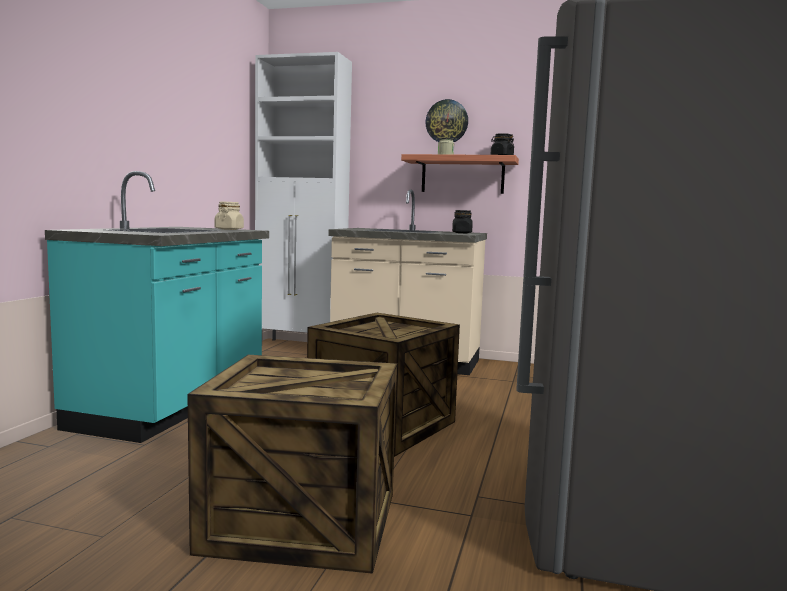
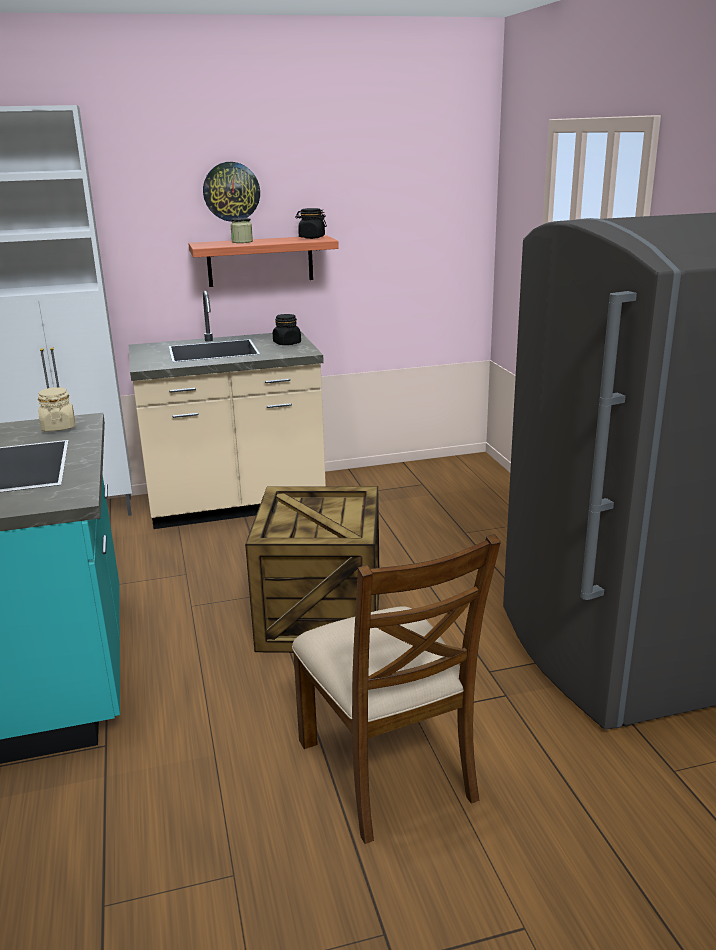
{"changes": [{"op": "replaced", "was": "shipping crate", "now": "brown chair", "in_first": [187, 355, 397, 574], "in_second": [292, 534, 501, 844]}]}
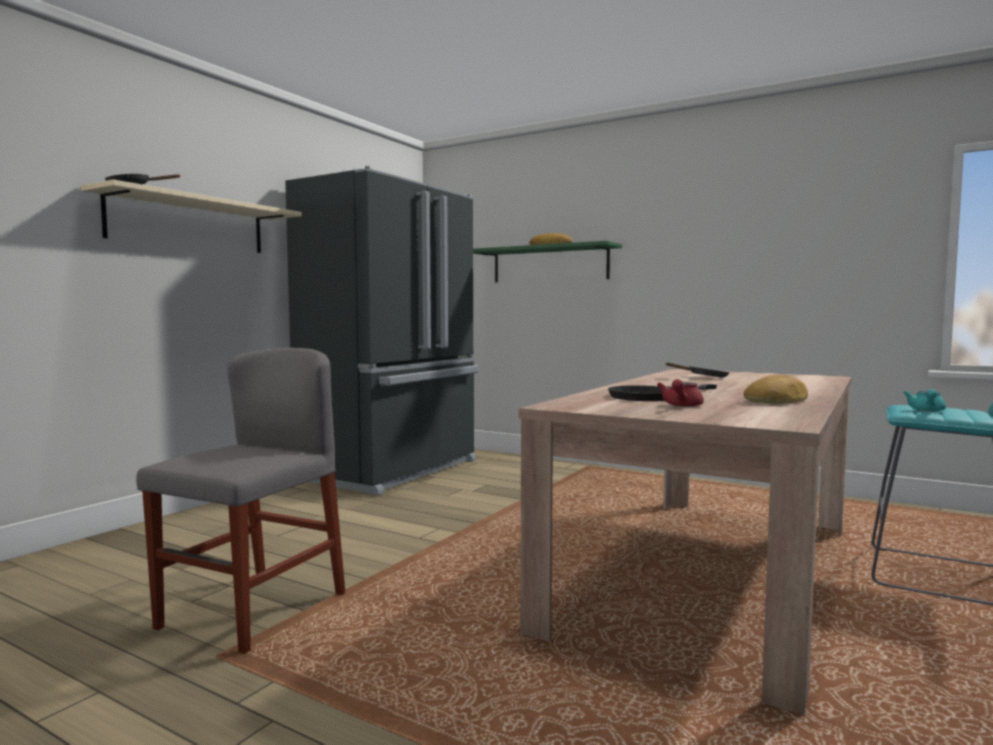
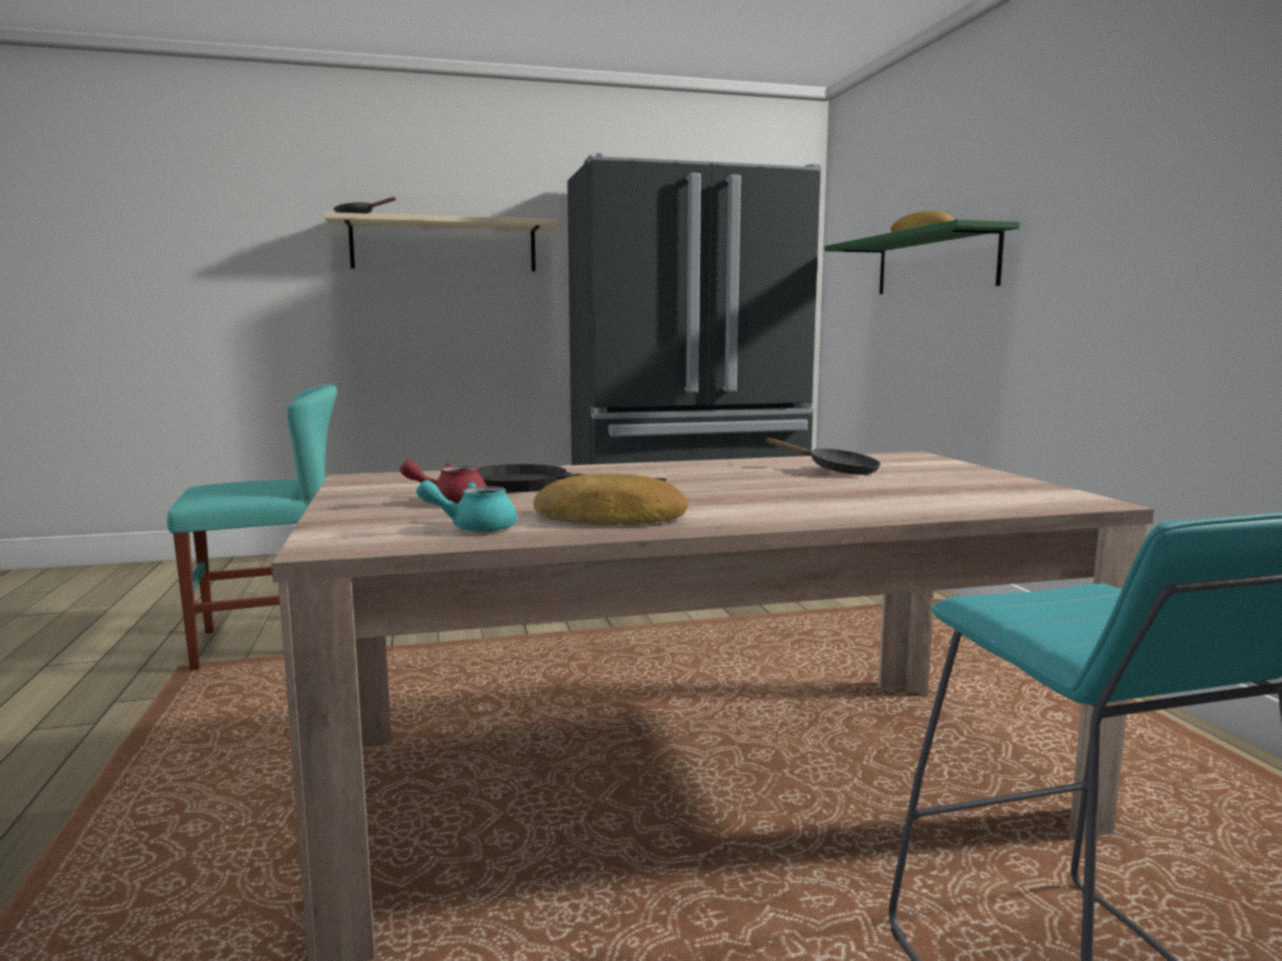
{"changes": [{"op": "recoloured", "was": "gray chair", "now": "blue-green chair", "in_first": [136, 348, 345, 654], "in_second": [167, 385, 337, 671]}, {"op": "moved", "was": "blue-green tea pot", "in_first": [904, 389, 946, 411], "in_second": [416, 480, 517, 532]}]}
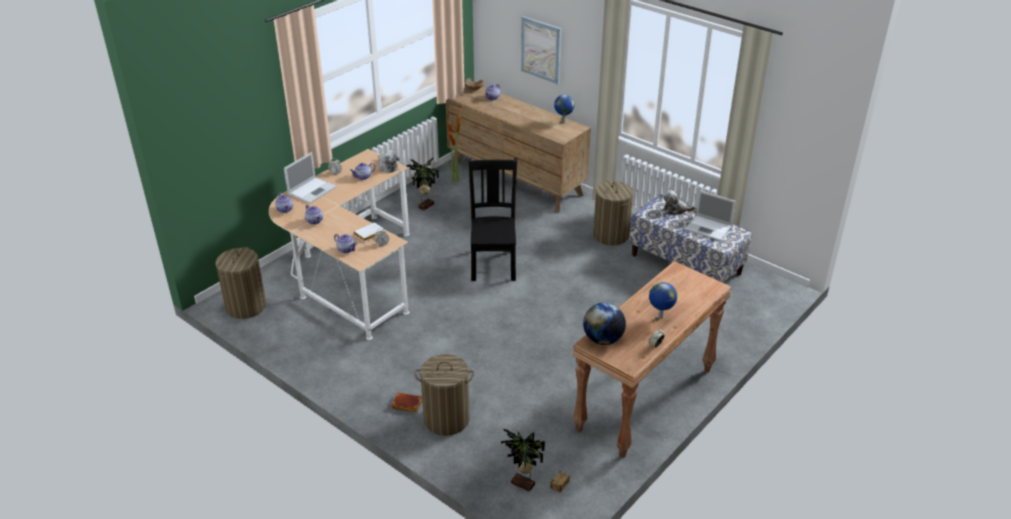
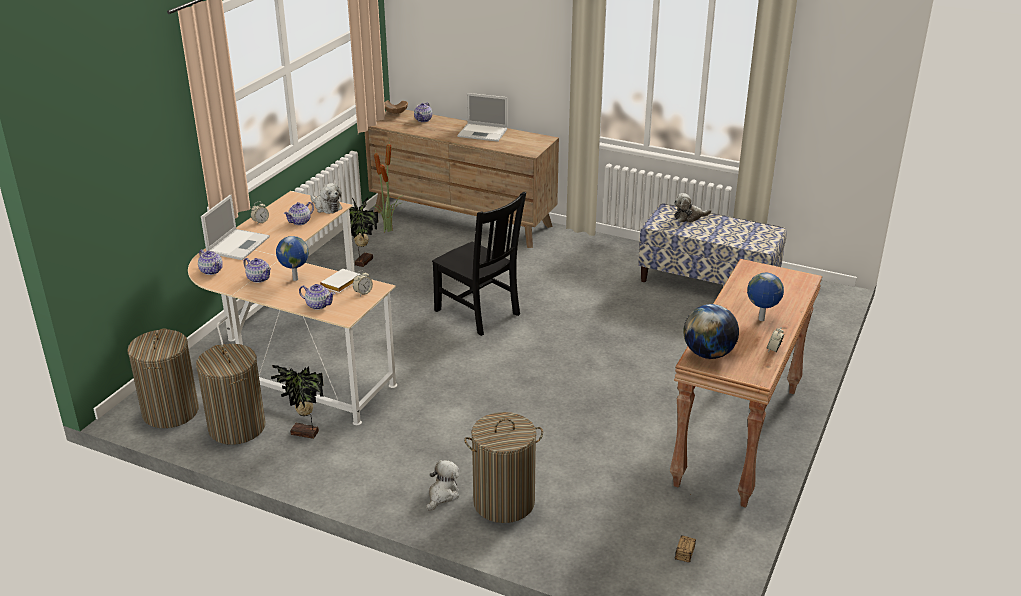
{"changes": [{"op": "removed", "was": "wall art", "in_first": [521, 16, 561, 84]}, {"op": "moved", "was": "desk globe", "in_first": [554, 95, 575, 124], "in_second": [276, 236, 309, 281]}, {"op": "turned", "was": "black chair", "in_first": [468, 158, 518, 281], "in_second": [432, 192, 526, 336], "clockwise": 150}, {"op": "moved", "was": "washing basket", "in_first": [593, 181, 634, 245], "in_second": [196, 344, 265, 445]}, {"op": "moved", "was": "portable computer", "in_first": [685, 191, 736, 241], "in_second": [457, 93, 508, 142]}, {"op": "replaced", "was": "brown book", "now": "plush toy", "in_first": [391, 393, 422, 412], "in_second": [426, 460, 459, 511]}, {"op": "moved", "was": "potted plant", "in_first": [501, 428, 545, 492], "in_second": [271, 365, 324, 439]}]}
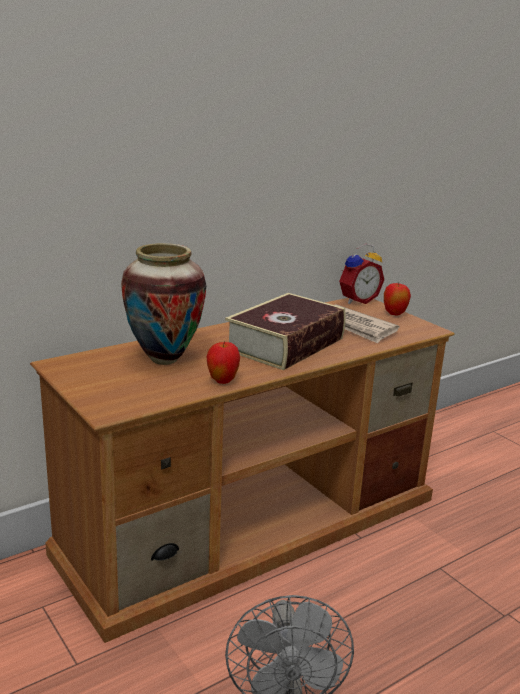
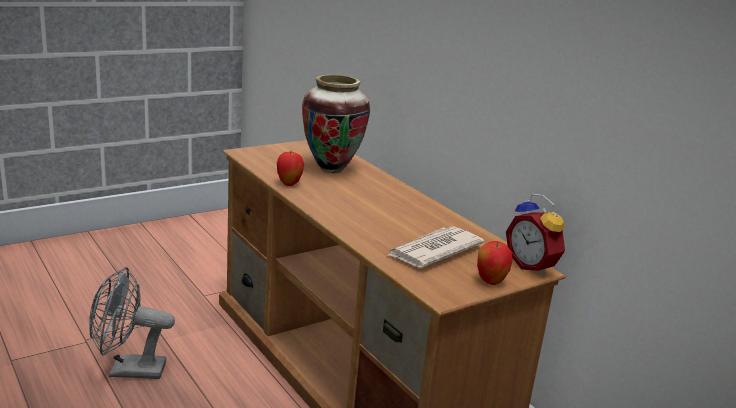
{"changes": [{"op": "removed", "was": "book", "in_first": [225, 293, 346, 370]}]}
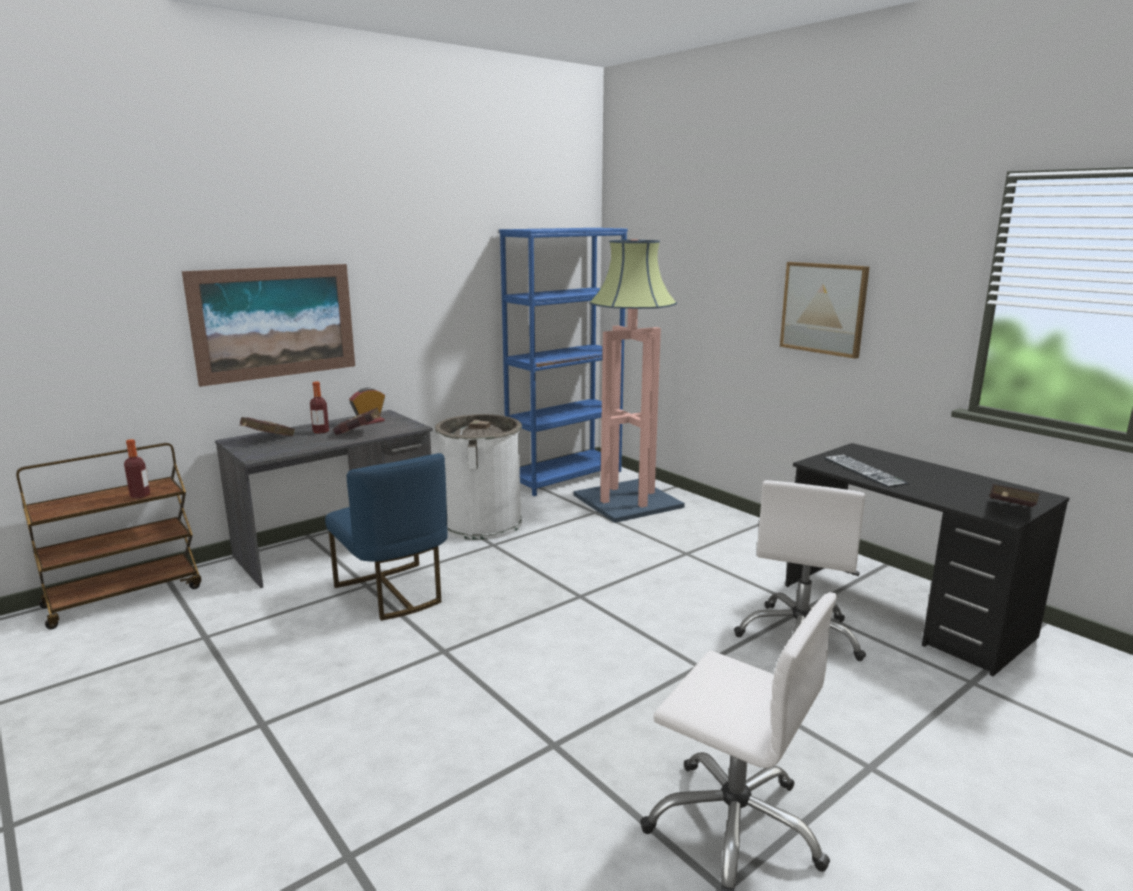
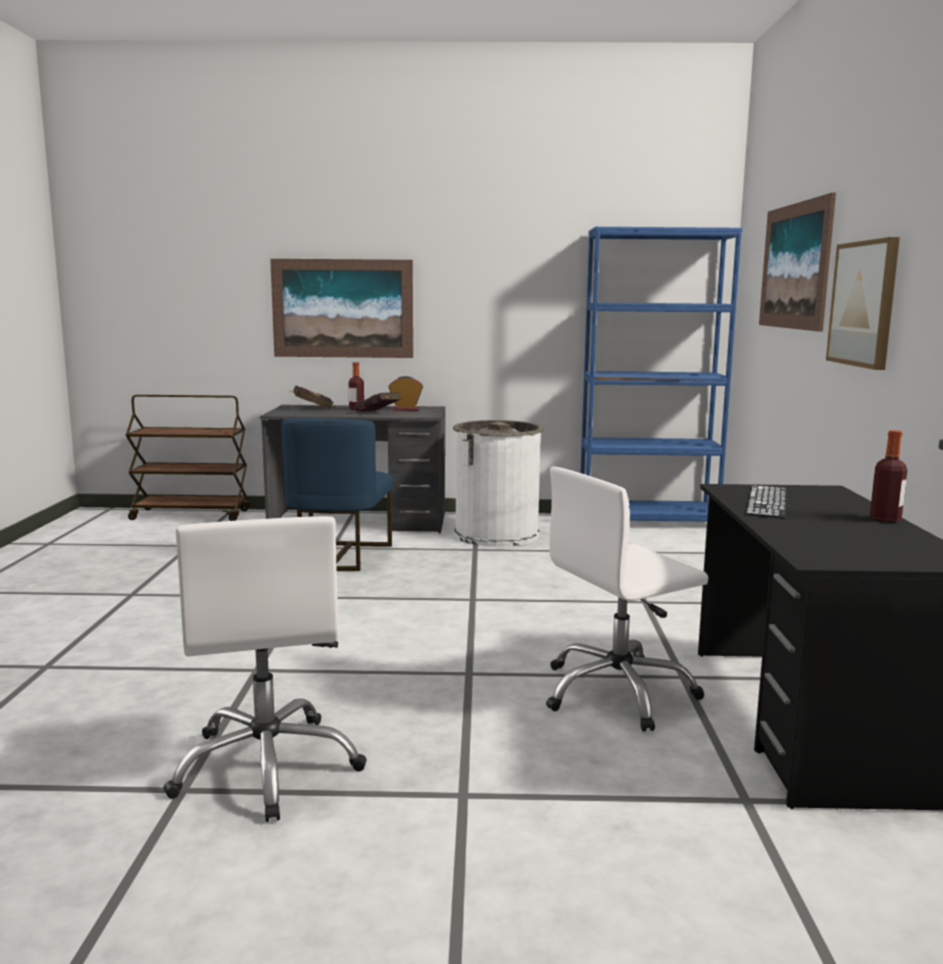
{"changes": [{"op": "removed", "was": "floor lamp", "in_first": [573, 239, 685, 523]}, {"op": "moved", "was": "beverage bottle", "in_first": [124, 439, 150, 498], "in_second": [870, 430, 907, 522]}, {"op": "removed", "was": "reddish book", "in_first": [989, 484, 1040, 507]}, {"op": "added", "now": "wall art", "in_second": [759, 193, 836, 332]}]}
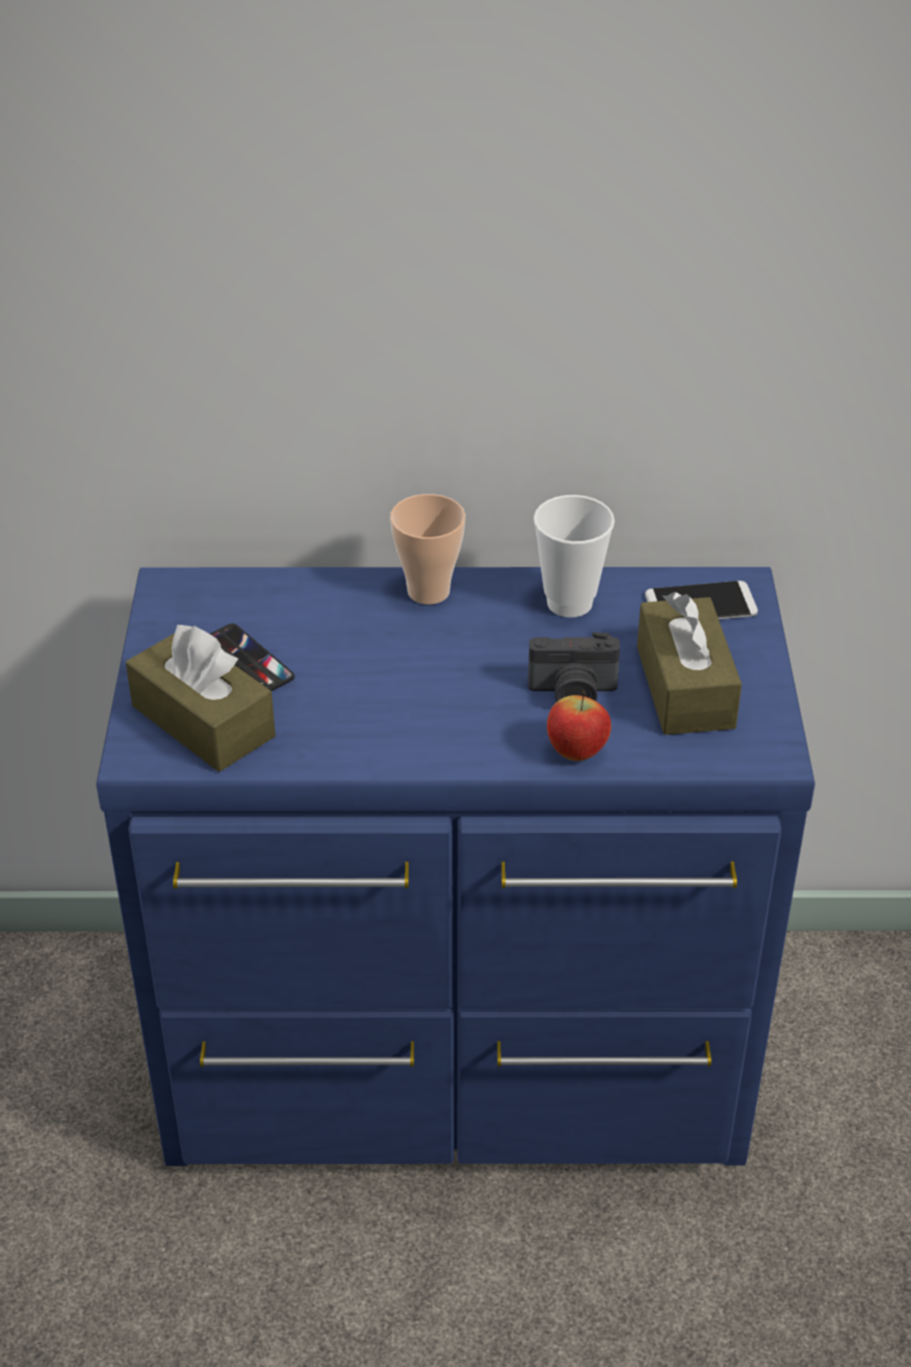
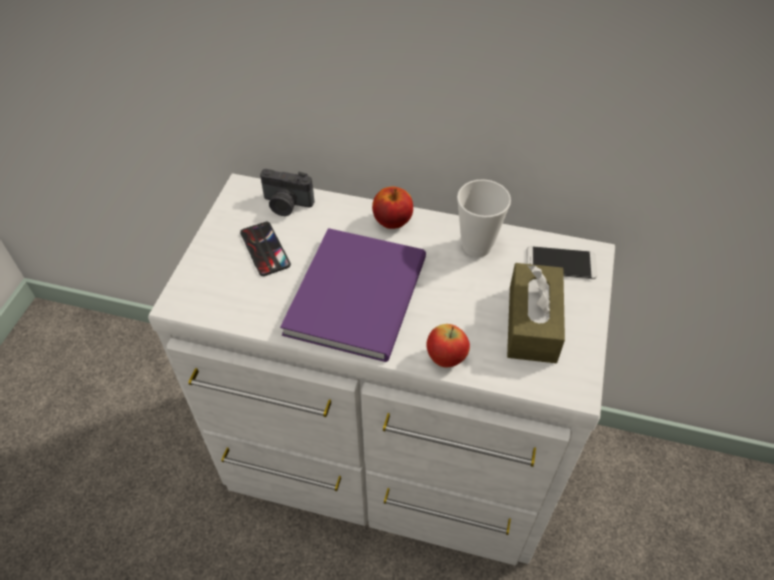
{"changes": [{"op": "replaced", "was": "small cup", "now": "apple fruit", "in_first": [390, 494, 465, 604], "in_second": [372, 187, 413, 229]}, {"op": "recoloured", "was": "blue-coloured drawer chest", "now": "white drawer chest", "in_first": [96, 567, 815, 1166], "in_second": [148, 173, 615, 565]}, {"op": "removed", "was": "brown tissue holder", "in_first": [126, 624, 275, 772]}, {"op": "moved", "was": "still camera", "in_first": [528, 632, 620, 702], "in_second": [260, 169, 314, 216]}, {"op": "added", "now": "purplish book", "in_second": [280, 228, 426, 362]}]}
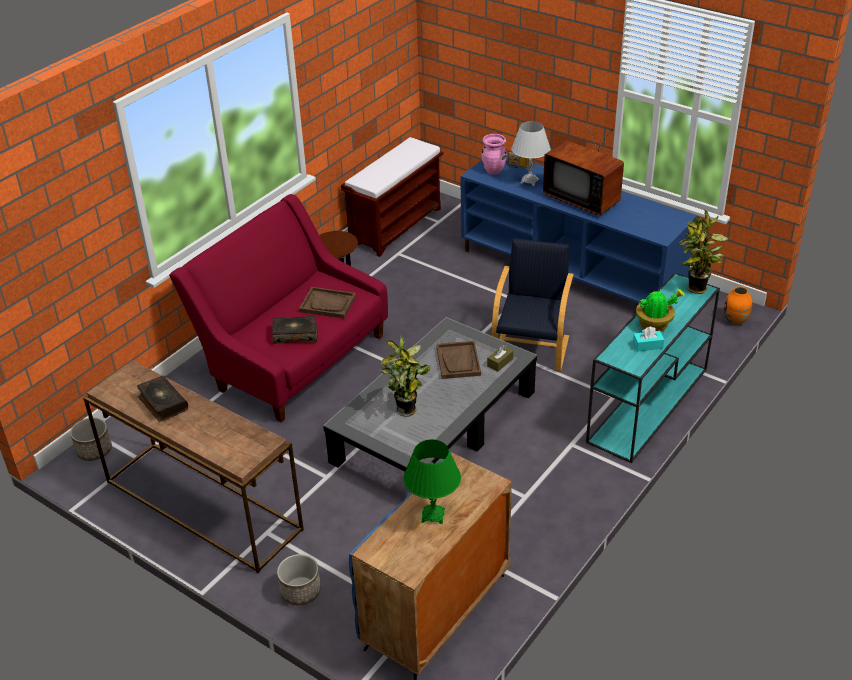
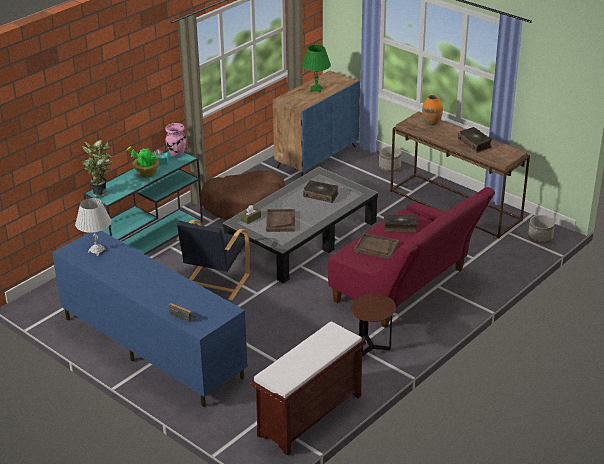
{"changes": [{"op": "moved", "was": "white tabletop lamp", "in_first": [511, 121, 551, 186], "in_second": [75, 198, 111, 256]}, {"op": "removed", "was": "TV set", "in_first": [543, 124, 624, 216]}, {"op": "moved", "was": "pinkish flower vase", "in_first": [481, 134, 507, 175], "in_second": [165, 123, 186, 156]}, {"op": "moved", "was": "orange flower vase", "in_first": [724, 286, 752, 325], "in_second": [422, 95, 443, 125]}, {"op": "replaced", "was": "potted plant", "now": "book", "in_first": [380, 335, 431, 417], "in_second": [303, 180, 338, 203]}, {"op": "added", "now": "brown pet bed", "in_second": [201, 170, 285, 219]}]}
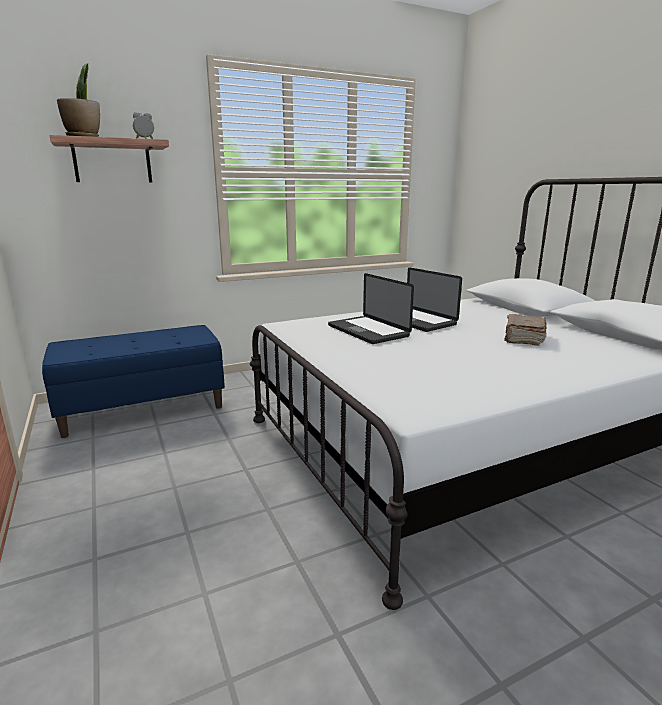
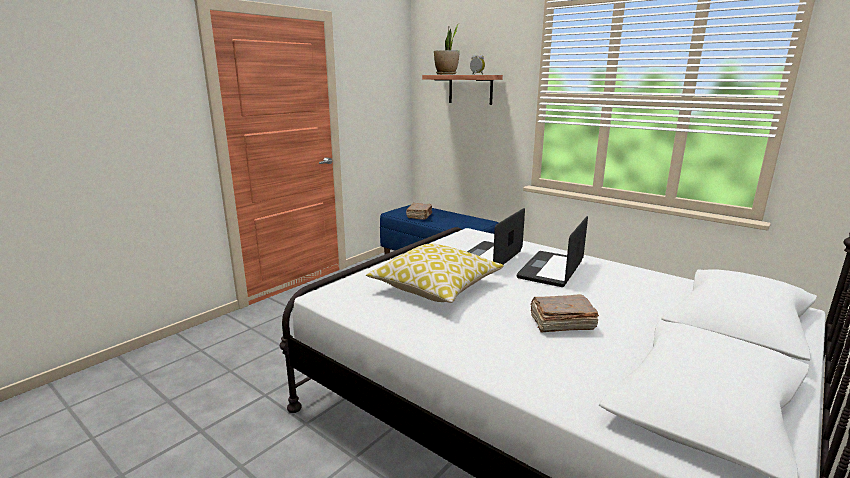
{"changes": [{"op": "added", "now": "brown book", "in_second": [406, 203, 432, 220]}, {"op": "added", "now": "cushion", "in_second": [366, 244, 504, 303]}]}
